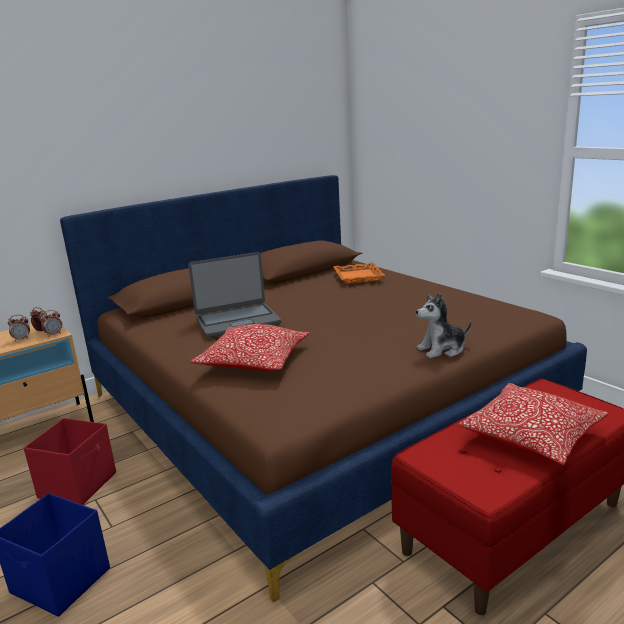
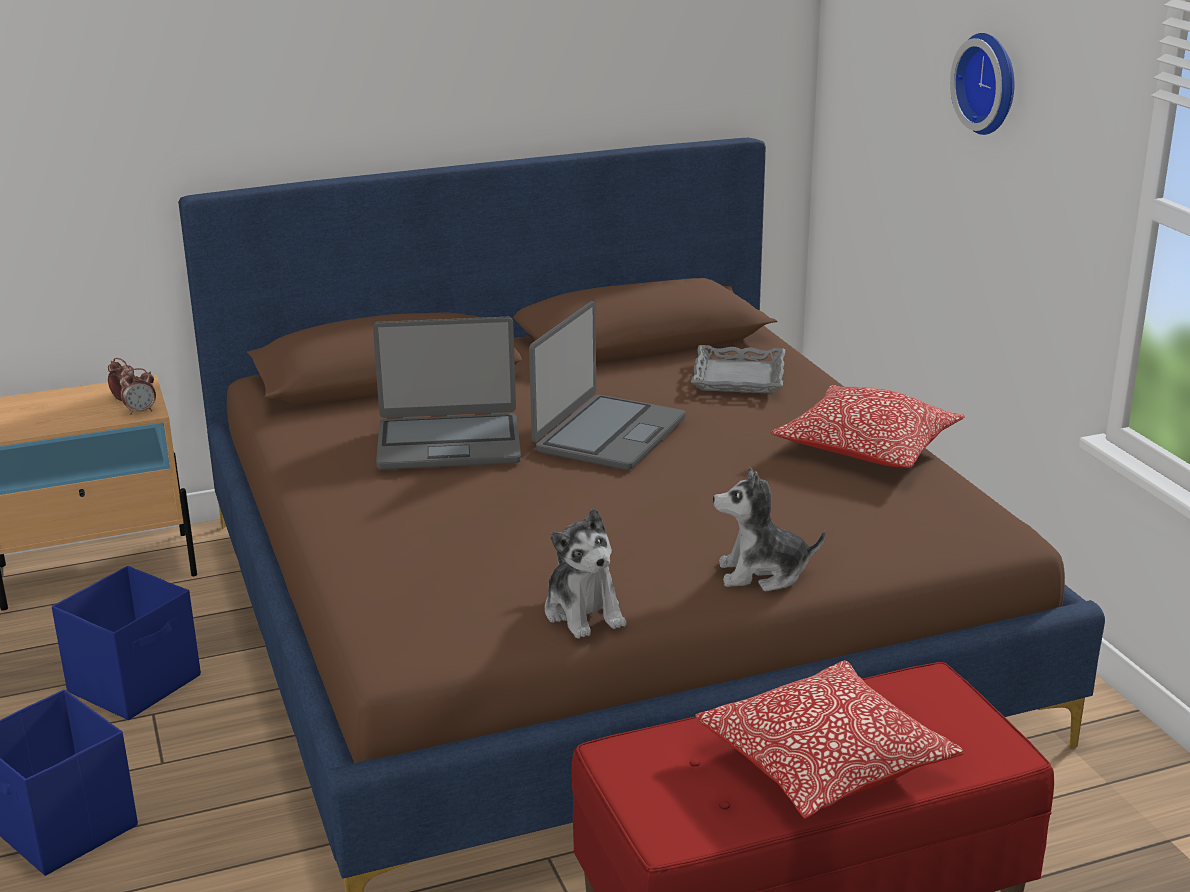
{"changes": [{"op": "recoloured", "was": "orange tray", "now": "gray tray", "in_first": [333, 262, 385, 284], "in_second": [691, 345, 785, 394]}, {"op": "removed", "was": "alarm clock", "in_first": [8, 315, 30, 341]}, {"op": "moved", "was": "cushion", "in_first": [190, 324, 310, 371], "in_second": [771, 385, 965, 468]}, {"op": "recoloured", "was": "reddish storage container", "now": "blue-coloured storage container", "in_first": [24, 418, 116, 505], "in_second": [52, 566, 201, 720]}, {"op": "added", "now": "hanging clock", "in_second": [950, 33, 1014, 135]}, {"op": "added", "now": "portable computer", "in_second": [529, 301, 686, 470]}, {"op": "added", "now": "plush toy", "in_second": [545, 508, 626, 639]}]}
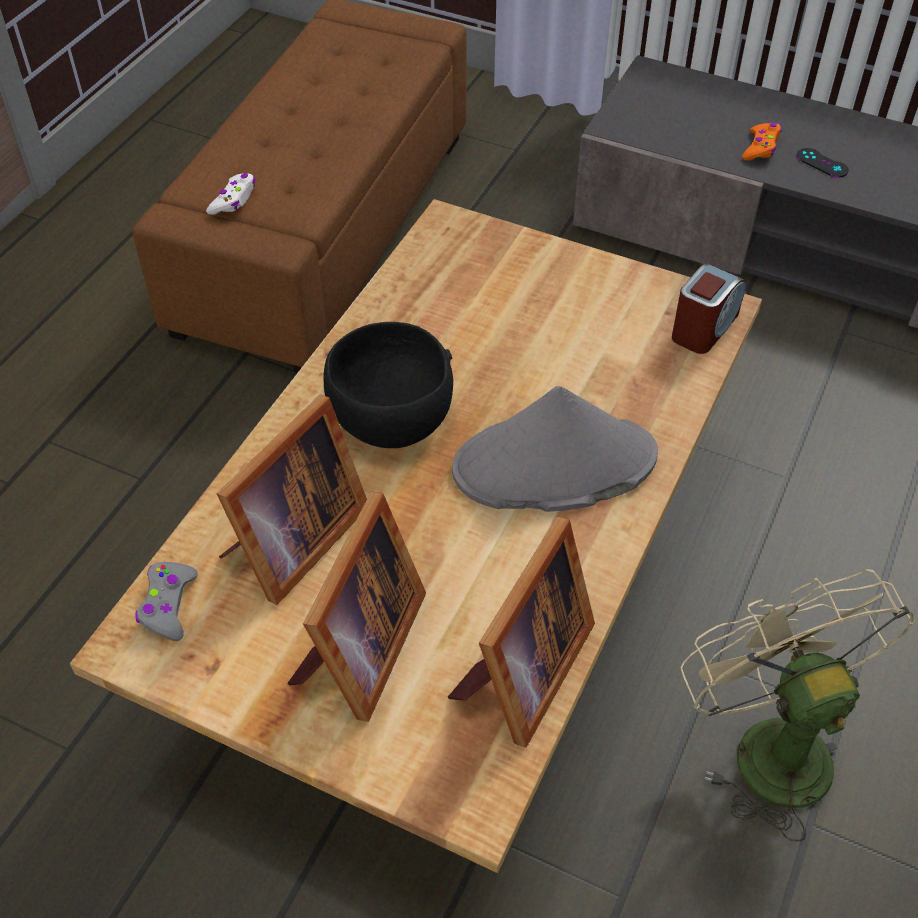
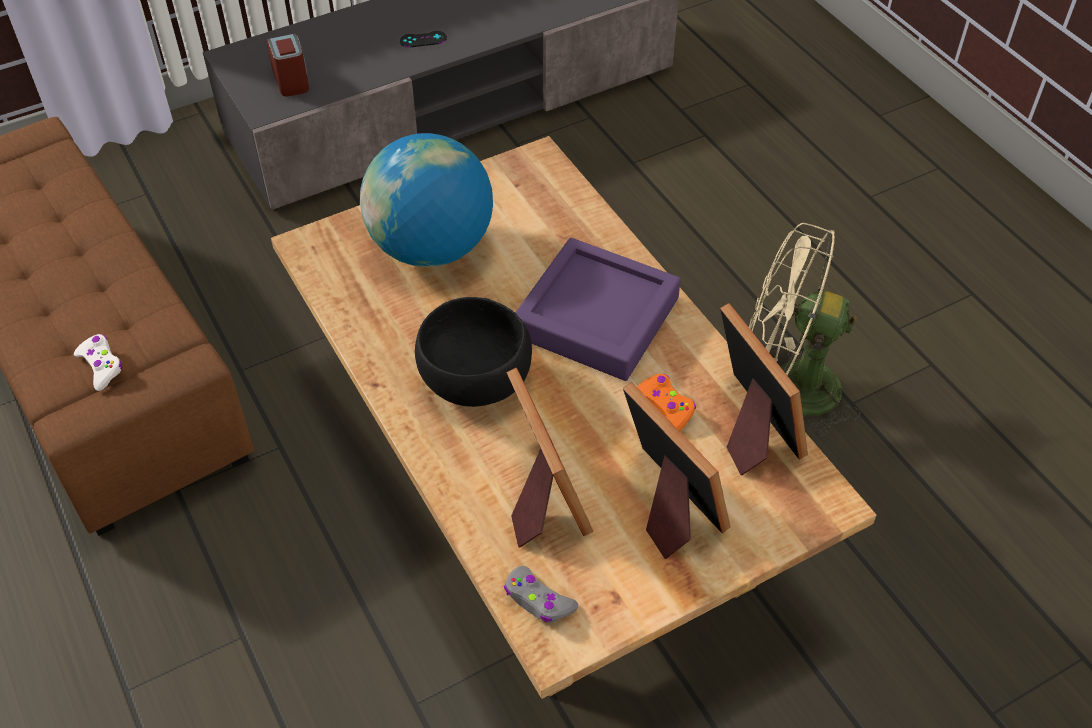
{"changes": [{"op": "moved", "was": "orange joypad", "in_first": [742, 123, 782, 161], "in_second": [637, 374, 696, 431]}, {"op": "moved", "was": "alarm clock", "in_first": [672, 264, 745, 354], "in_second": [267, 34, 309, 97]}, {"op": "replaced", "was": "gray wearable hat", "now": "purplish tray", "in_first": [452, 386, 658, 512], "in_second": [515, 238, 681, 381]}, {"op": "added", "now": "desk globe", "in_second": [360, 133, 493, 267]}]}
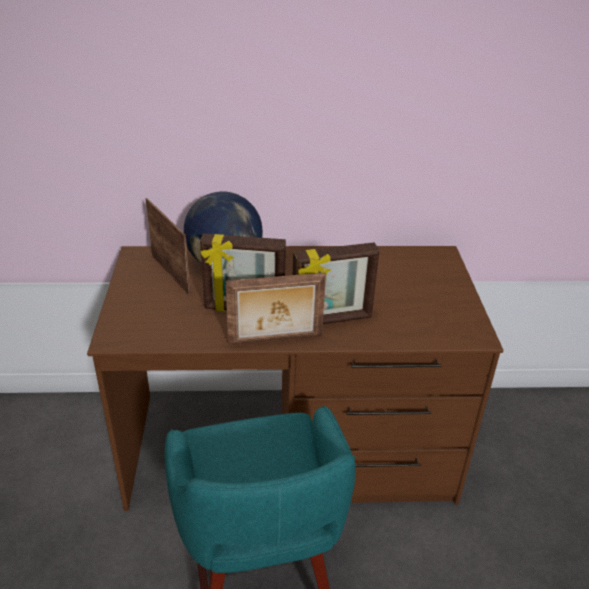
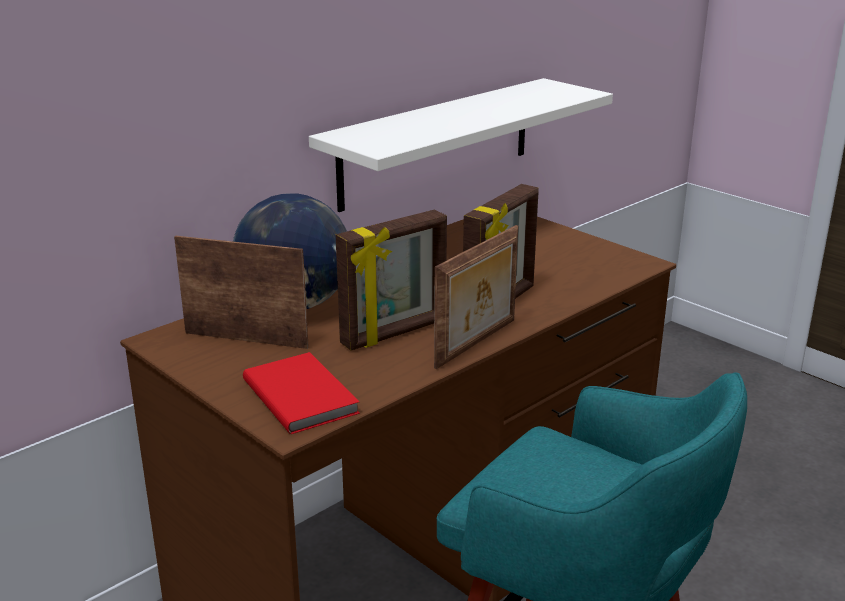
{"changes": [{"op": "added", "now": "white bracket shelf", "in_second": [309, 78, 613, 212]}, {"op": "added", "now": "reddish book", "in_second": [243, 352, 360, 434]}]}
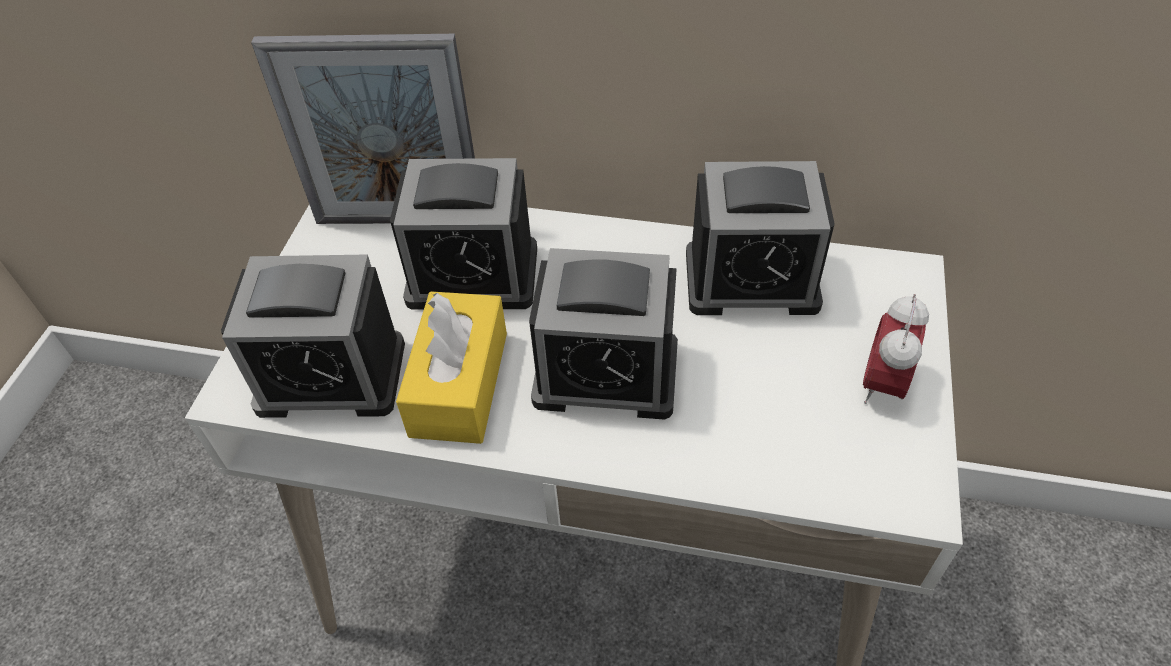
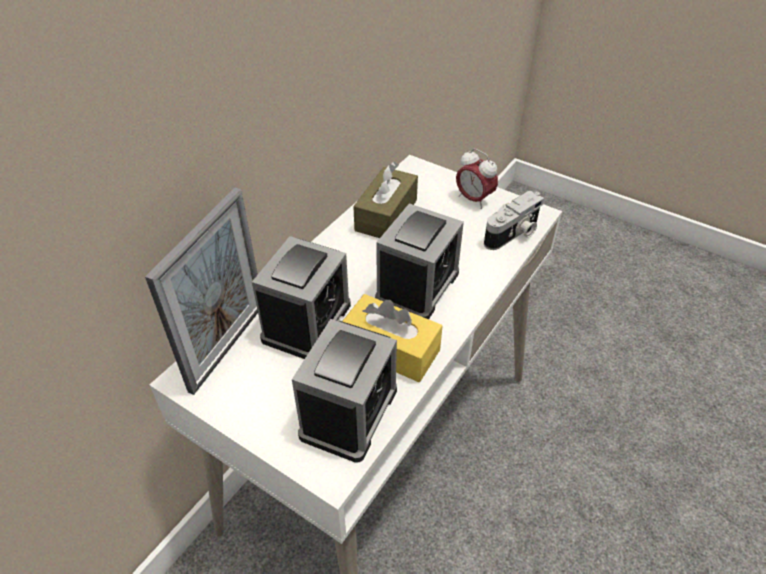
{"changes": [{"op": "replaced", "was": "alarm clock", "now": "brown tissue holder", "in_first": [686, 161, 835, 315], "in_second": [353, 162, 418, 238]}, {"op": "added", "now": "still camera", "in_second": [484, 191, 544, 250]}]}
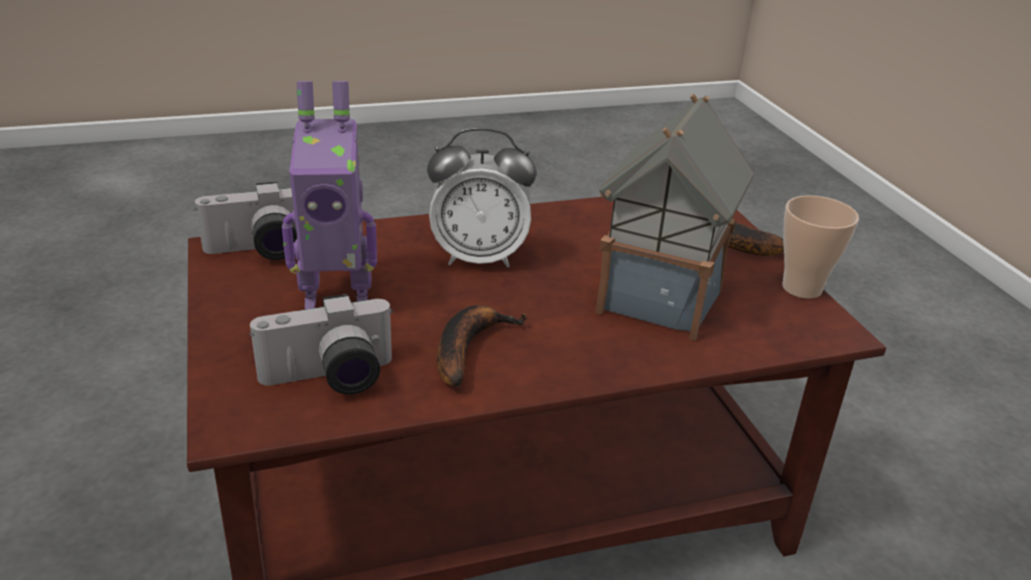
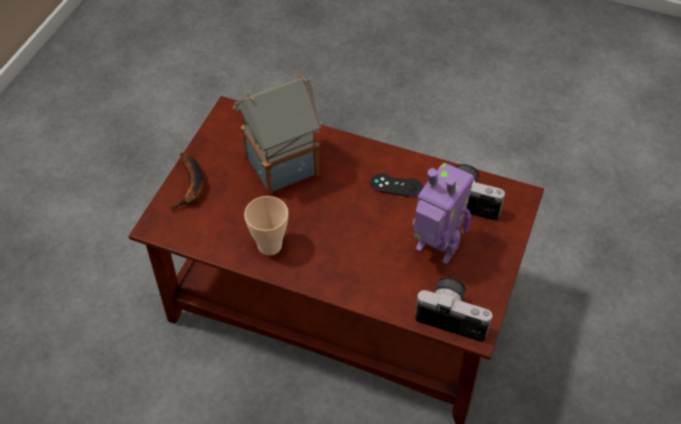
{"changes": [{"op": "removed", "was": "alarm clock", "in_first": [427, 127, 537, 267]}, {"op": "moved", "was": "small cup", "in_first": [783, 195, 859, 299], "in_second": [244, 196, 288, 255]}, {"op": "replaced", "was": "banana fruit", "now": "black joypad", "in_first": [437, 305, 528, 387], "in_second": [370, 173, 423, 197]}]}
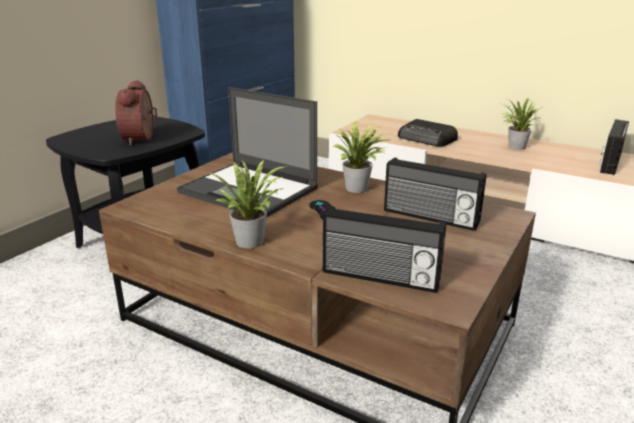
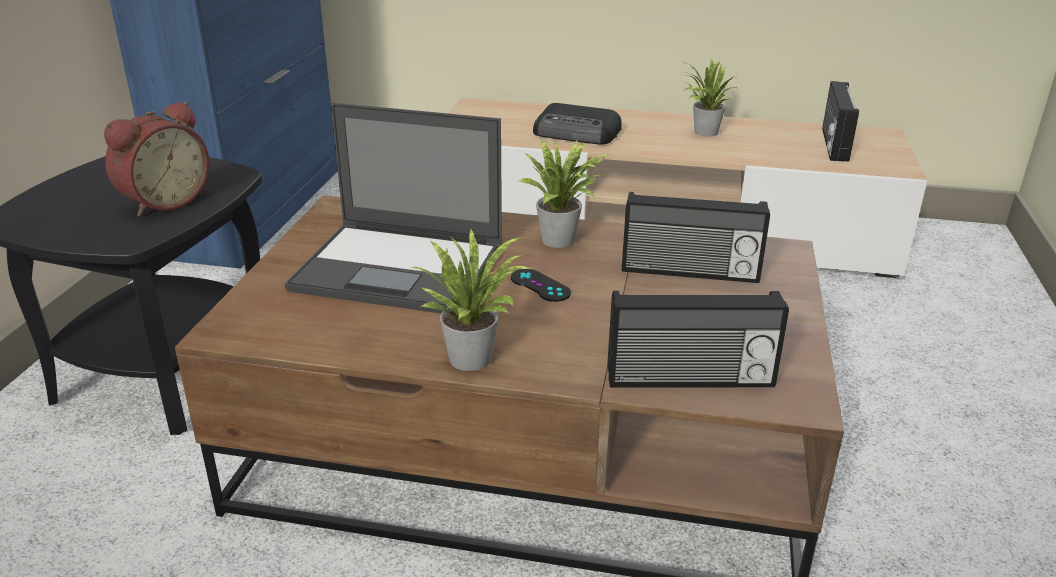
{"changes": [{"op": "turned", "was": "alarm clock", "in_first": [115, 80, 157, 146], "in_second": [104, 101, 209, 217], "clockwise": -120}]}
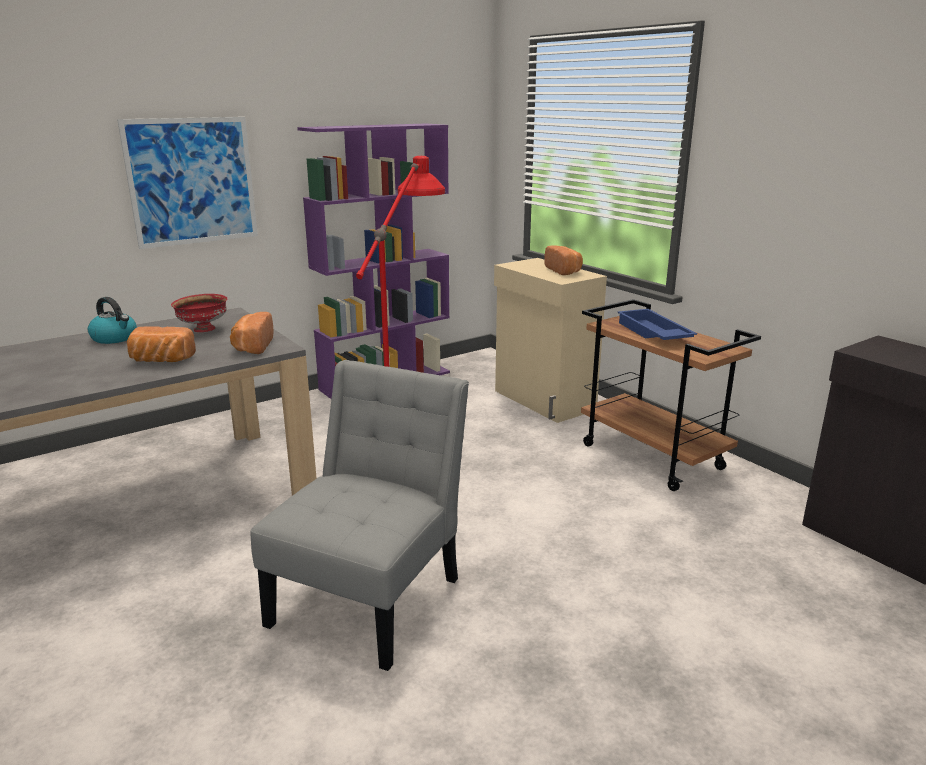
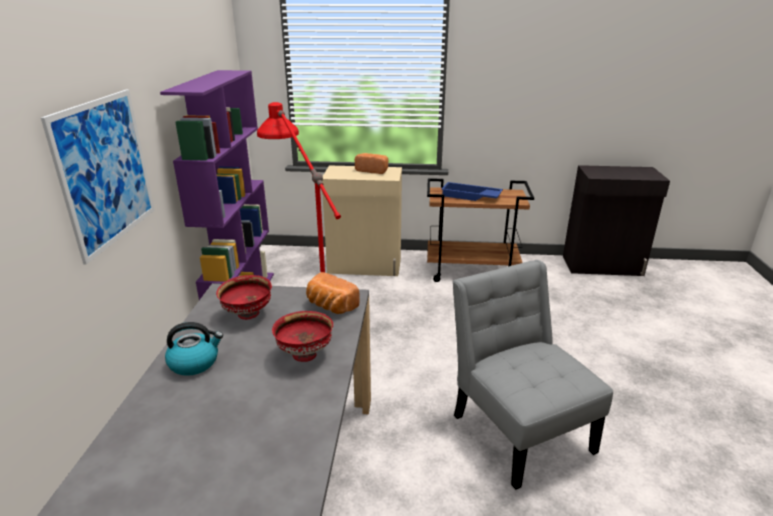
{"changes": [{"op": "replaced", "was": "bakery bread", "now": "reddish deep dish", "in_first": [127, 326, 196, 362], "in_second": [272, 311, 333, 362]}]}
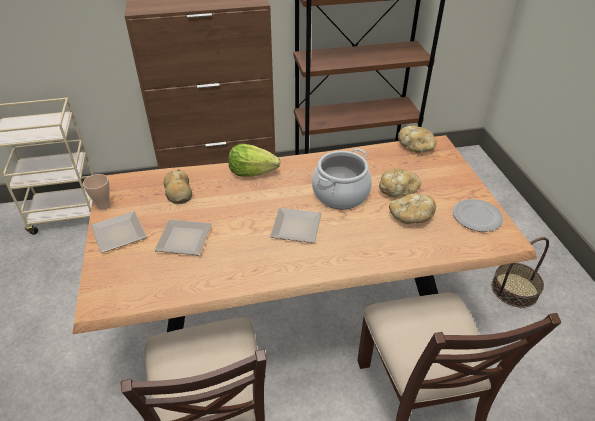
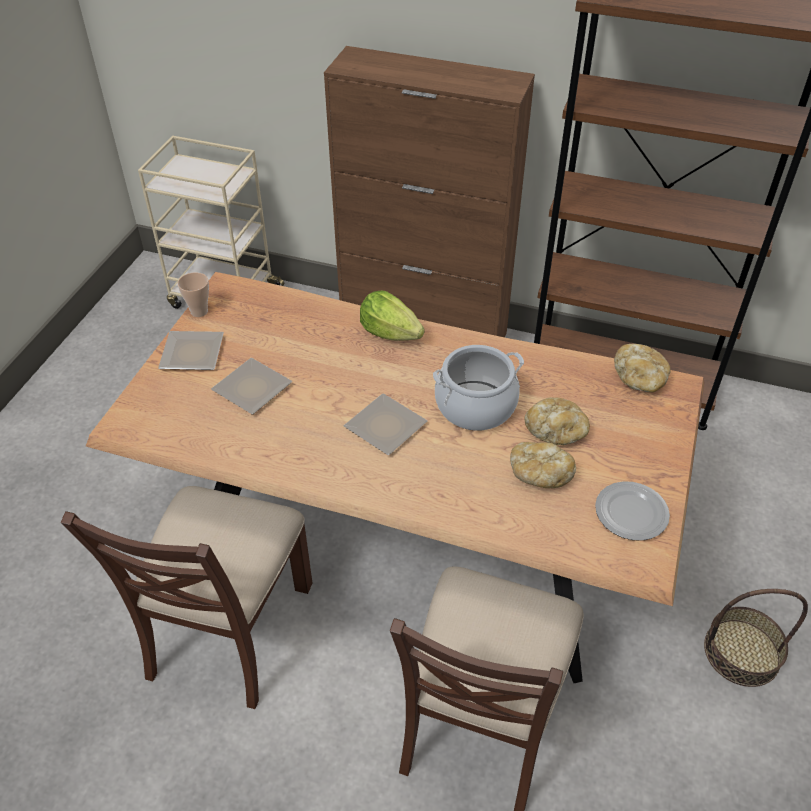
{"changes": [{"op": "removed", "was": "bakery bread", "in_first": [163, 169, 192, 204]}]}
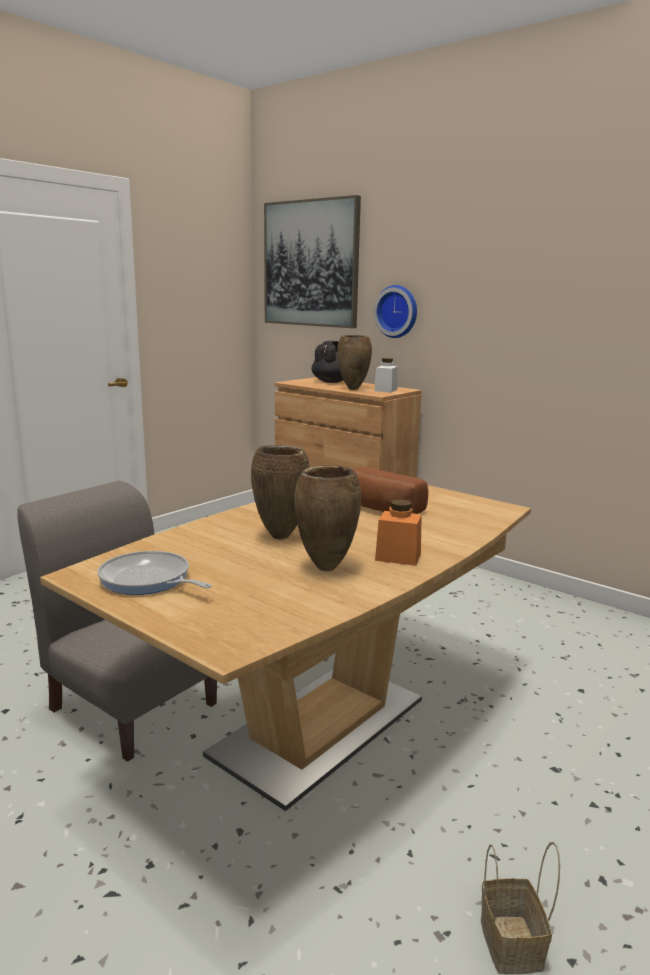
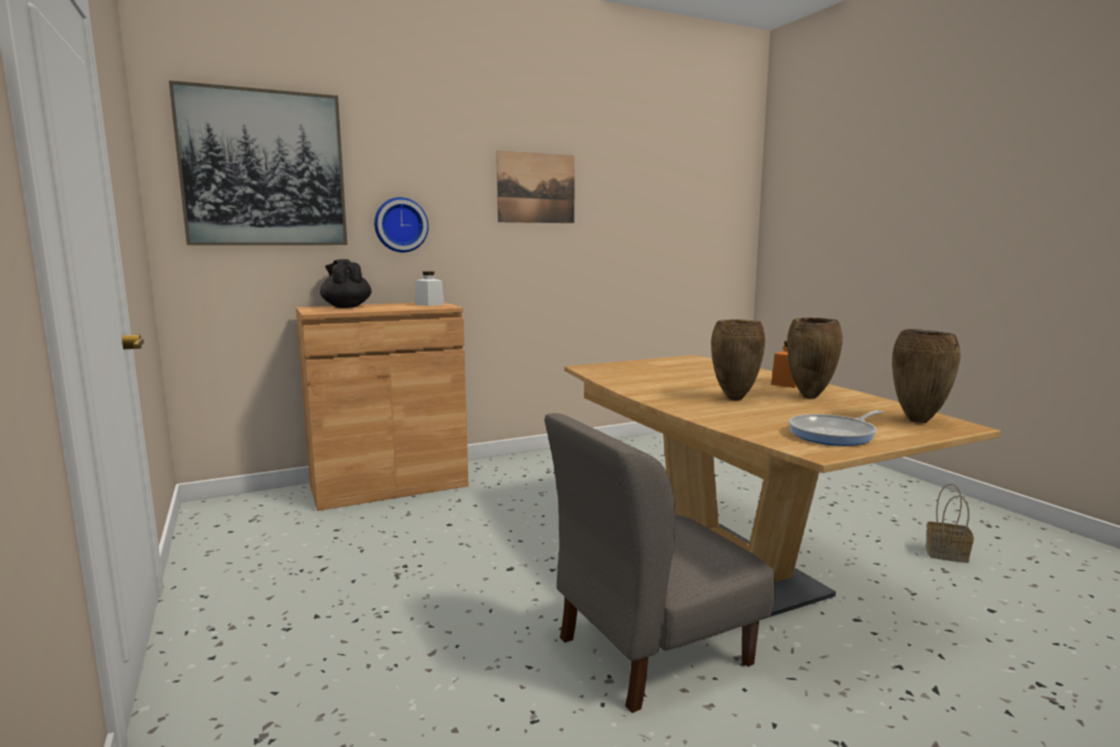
{"changes": [{"op": "moved", "was": "brown flower vase", "in_first": [337, 335, 372, 390], "in_second": [892, 329, 960, 423]}, {"op": "removed", "was": "bakery bread", "in_first": [353, 467, 428, 514]}, {"op": "added", "now": "wall art", "in_second": [496, 151, 575, 223]}]}
